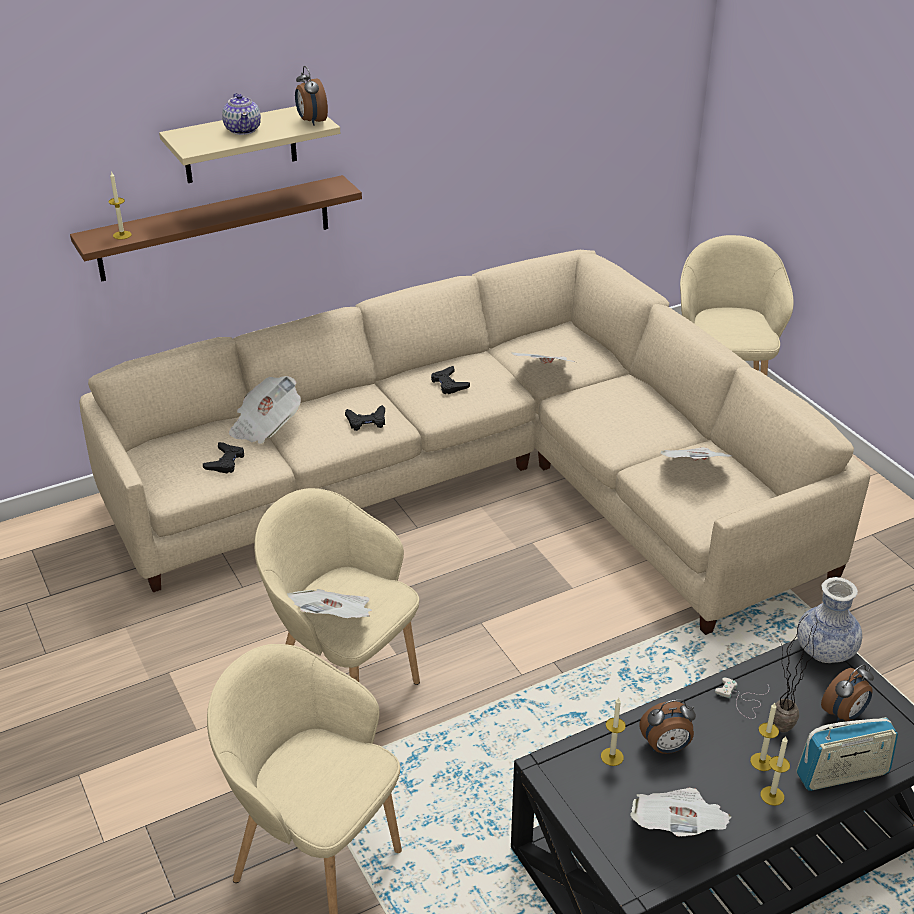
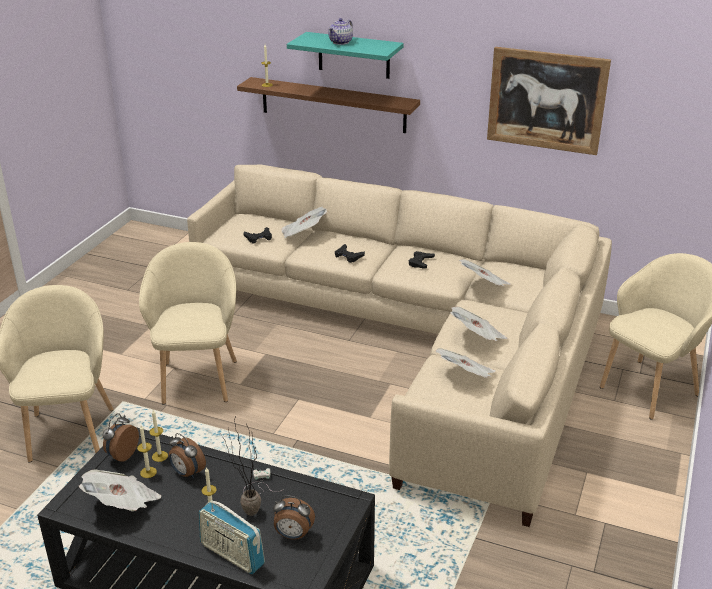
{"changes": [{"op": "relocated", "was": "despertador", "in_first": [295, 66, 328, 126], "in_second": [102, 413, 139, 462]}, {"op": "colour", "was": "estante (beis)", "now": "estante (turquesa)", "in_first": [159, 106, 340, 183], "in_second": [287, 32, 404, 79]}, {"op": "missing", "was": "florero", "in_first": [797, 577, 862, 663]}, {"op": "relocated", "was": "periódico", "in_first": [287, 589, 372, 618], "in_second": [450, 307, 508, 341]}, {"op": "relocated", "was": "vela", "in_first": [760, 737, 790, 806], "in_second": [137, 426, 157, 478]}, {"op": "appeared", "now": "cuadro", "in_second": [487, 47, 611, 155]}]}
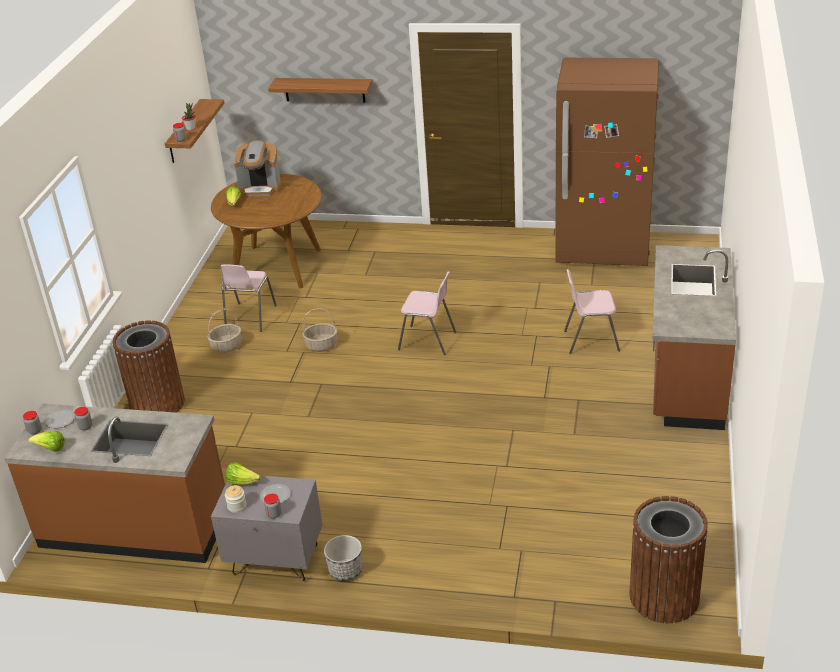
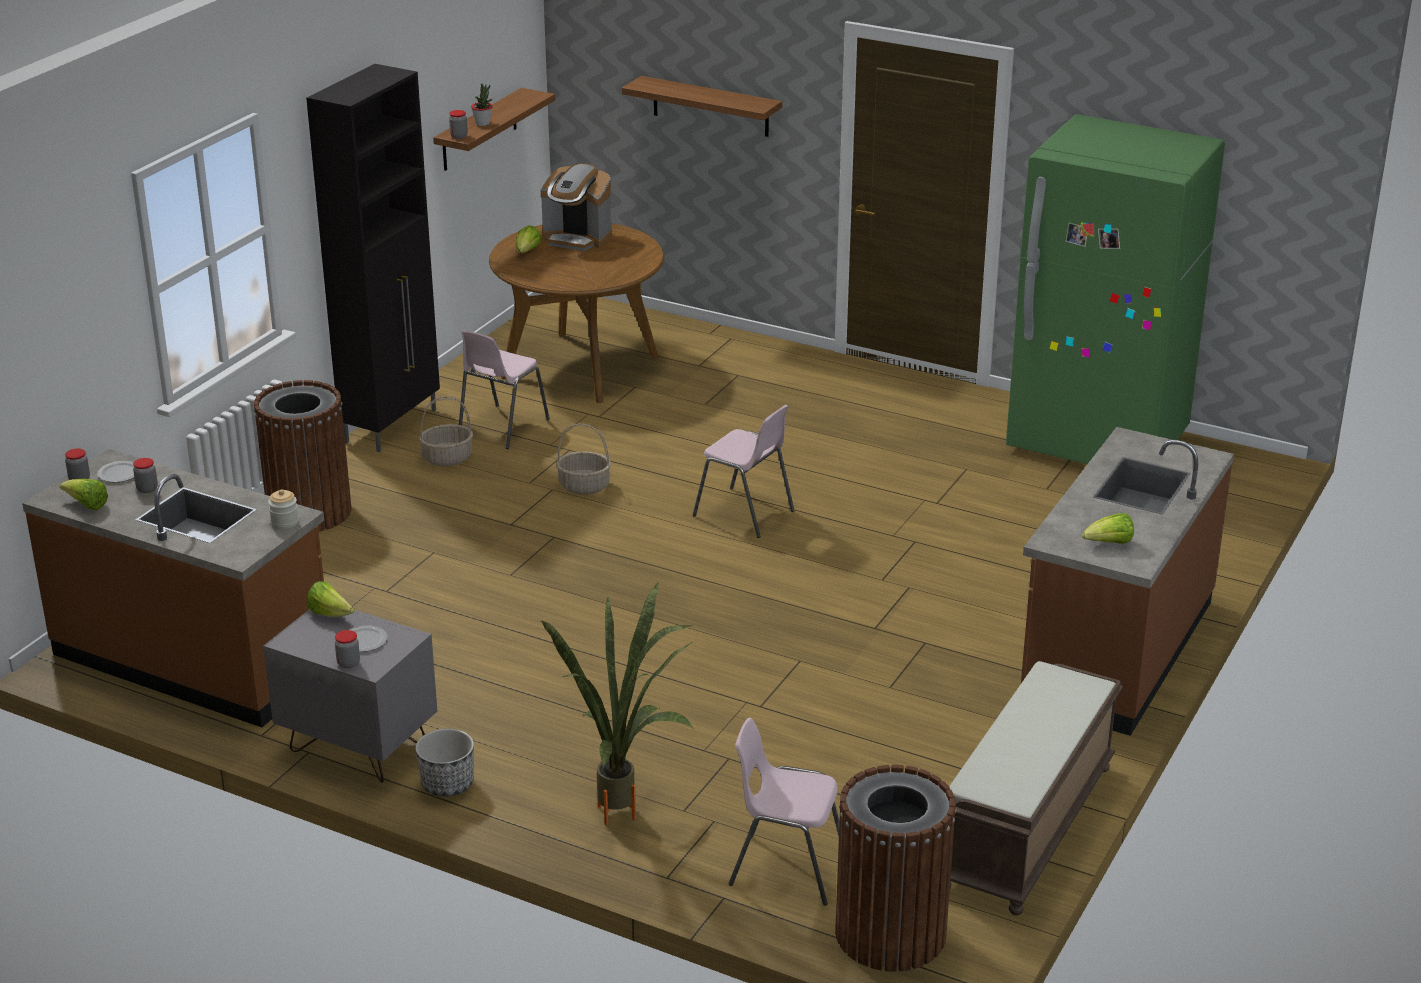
{"changes": [{"op": "colour", "was": "nevera (marrón)", "now": "nevera (verde)", "in_first": [555, 58, 659, 266], "in_second": [1006, 114, 1225, 464]}, {"op": "relocated", "was": "silla (rosa)", "in_first": [564, 269, 620, 354], "in_second": [729, 718, 840, 906]}, {"op": "relocated", "was": "tarro", "in_first": [225, 485, 246, 513], "in_second": [268, 490, 299, 529]}, {"op": "appeared", "now": "armario (negro)", "in_second": [306, 64, 440, 452]}, {"op": "appeared", "now": "lechuga", "in_second": [1082, 513, 1134, 544]}, {"op": "appeared", "now": "planta en maceta", "in_second": [541, 582, 694, 825]}, {"op": "appeared", "now": "banco (marrón)", "in_second": [949, 661, 1123, 916]}]}
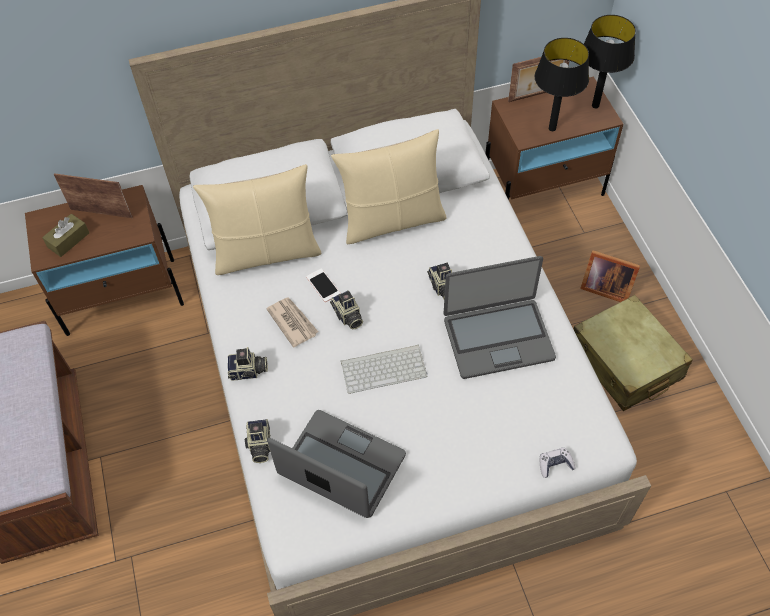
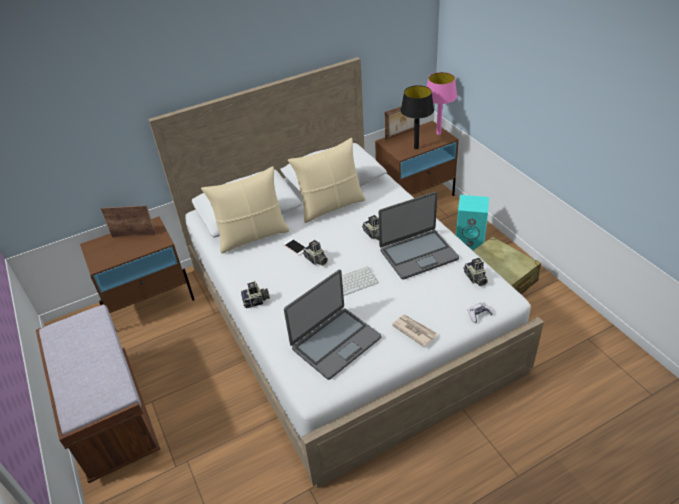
{"changes": [{"op": "colour", "was": "lámpara de mesa (negro)", "now": "lámpara de mesa (rosa)", "in_first": [584, 15, 636, 108], "in_second": [426, 72, 457, 135]}, {"op": "missing", "was": "caja de pañuelos (marrón)", "in_first": [42, 214, 89, 257]}, {"op": "exchanged", "was": "portarretratos", "now": "altavoz (turquesa)", "in_first": [580, 250, 640, 302], "in_second": [456, 195, 489, 251]}, {"op": "relocated", "was": "periódico", "in_first": [266, 297, 318, 347], "in_second": [392, 314, 437, 347]}, {"op": "spun", "was": "portátil", "in_first": [267, 410, 406, 518], "in_second": [284, 270, 381, 380], "clockwise": 120}, {"op": "relocated", "was": "cámara", "in_first": [245, 419, 270, 463], "in_second": [463, 258, 488, 286]}]}
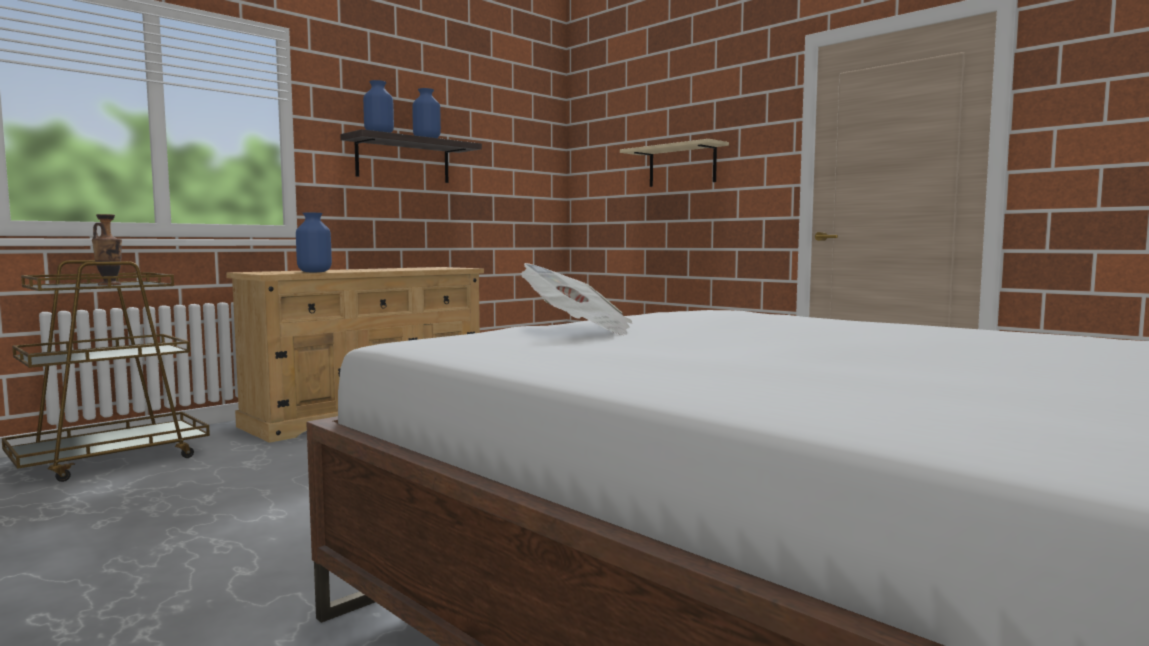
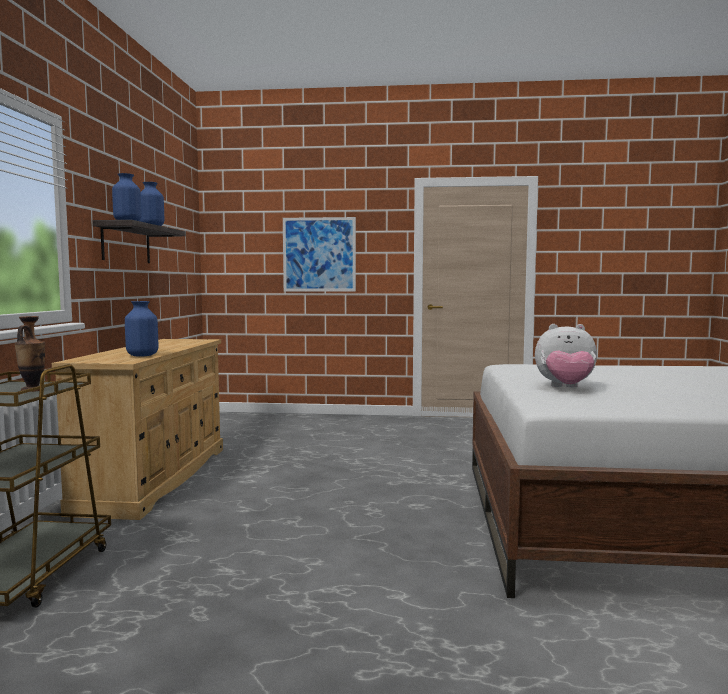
{"changes": [{"op": "exchanged", "was": "estante (beis)", "now": "cuadro", "in_first": [620, 139, 729, 187], "in_second": [283, 217, 356, 292]}, {"op": "exchanged", "was": "periódico", "now": "peluche", "in_first": [521, 263, 632, 335], "in_second": [535, 324, 597, 388]}]}
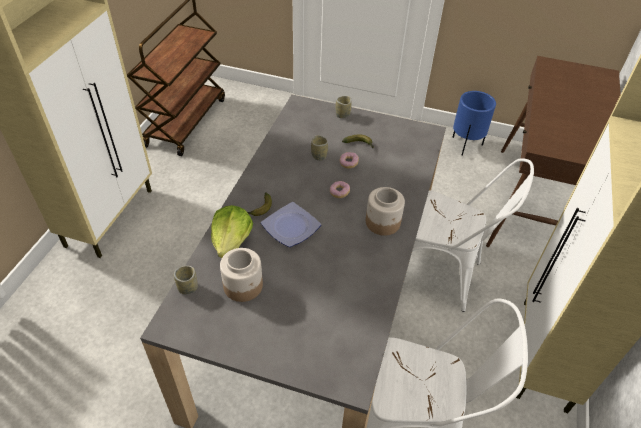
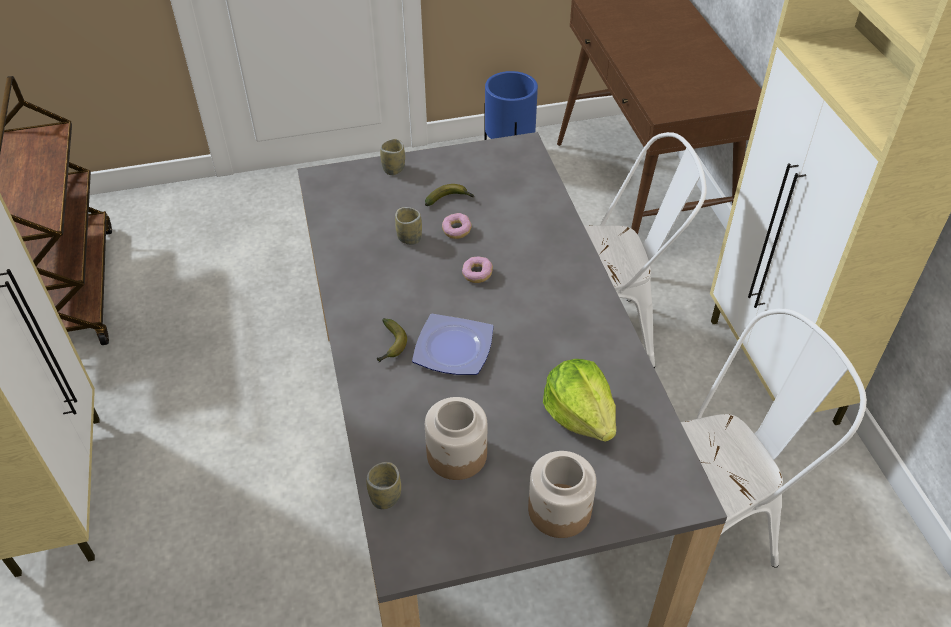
{"changes": [{"op": "relocated", "was": "tarro", "in_first": [366, 187, 405, 236], "in_second": [528, 451, 596, 538]}, {"op": "relocated", "was": "lechuga", "in_first": [211, 205, 253, 258], "in_second": [543, 359, 616, 442]}]}
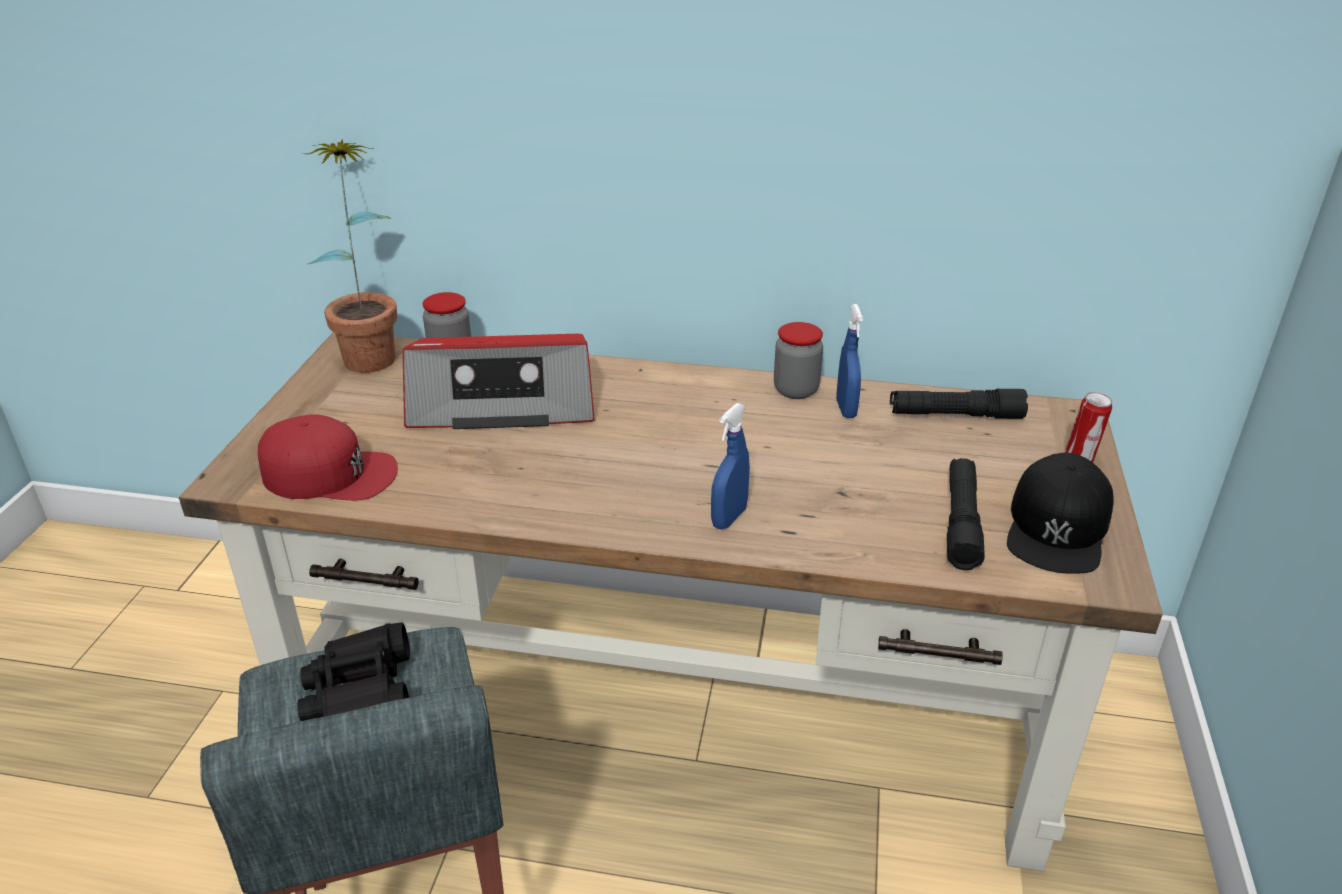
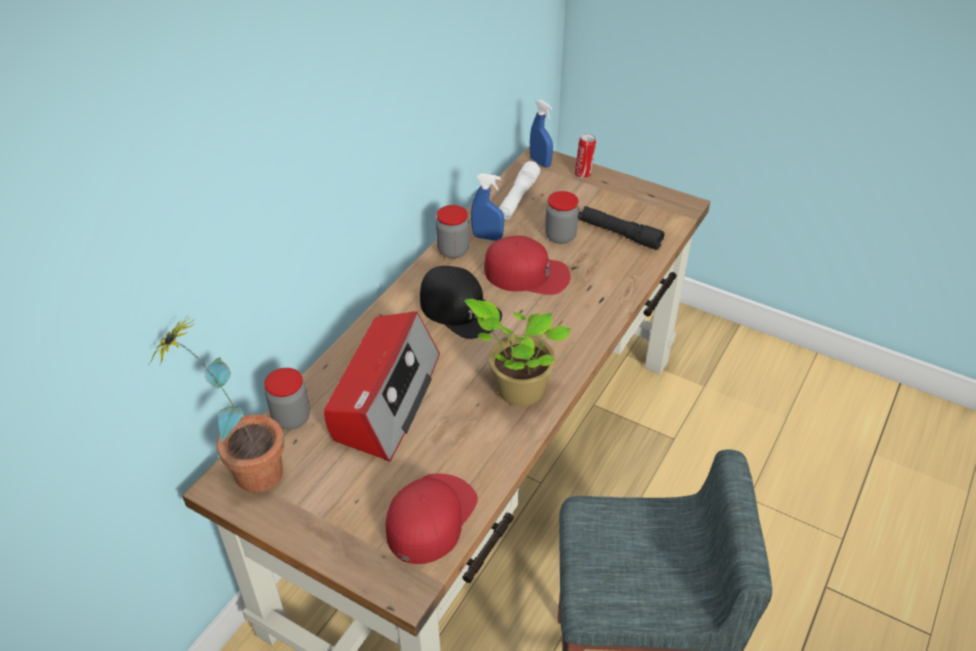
{"changes": [{"op": "colour", "was": "linterna (negro)", "now": "linterna (blanco)", "in_first": [890, 389, 1028, 419], "in_second": [499, 161, 541, 220]}, {"op": "relocated", "was": "pulverizador (azul)", "in_first": [711, 403, 750, 529], "in_second": [530, 99, 553, 168]}, {"op": "relocated", "was": "gorra (negro)", "in_first": [1007, 453, 1114, 574], "in_second": [420, 266, 502, 339]}, {"op": "missing", "was": "prismáticos (negro)", "in_first": [297, 622, 410, 721]}, {"op": "appeared", "now": "tarro", "in_second": [545, 191, 579, 244]}, {"op": "appeared", "now": "gorra (rojo)", "in_second": [484, 235, 571, 295]}, {"op": "appeared", "now": "planta en maceta", "in_second": [464, 299, 571, 406]}]}
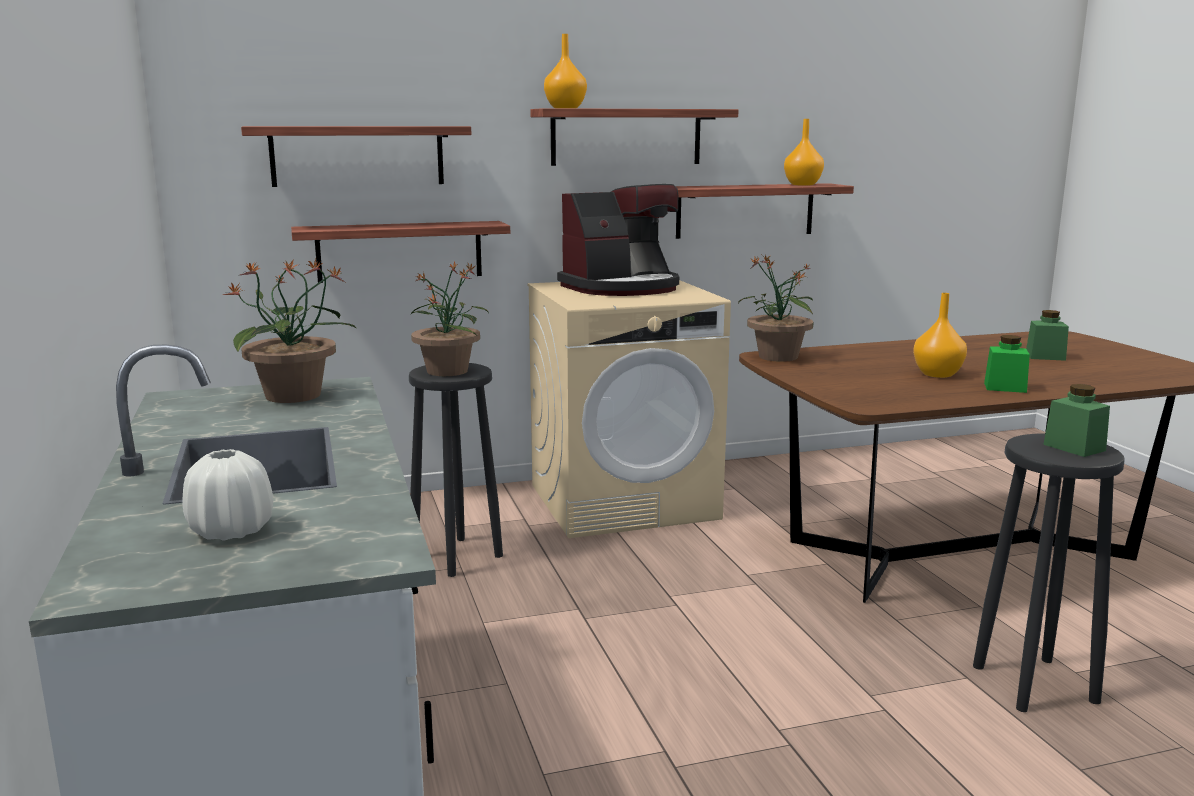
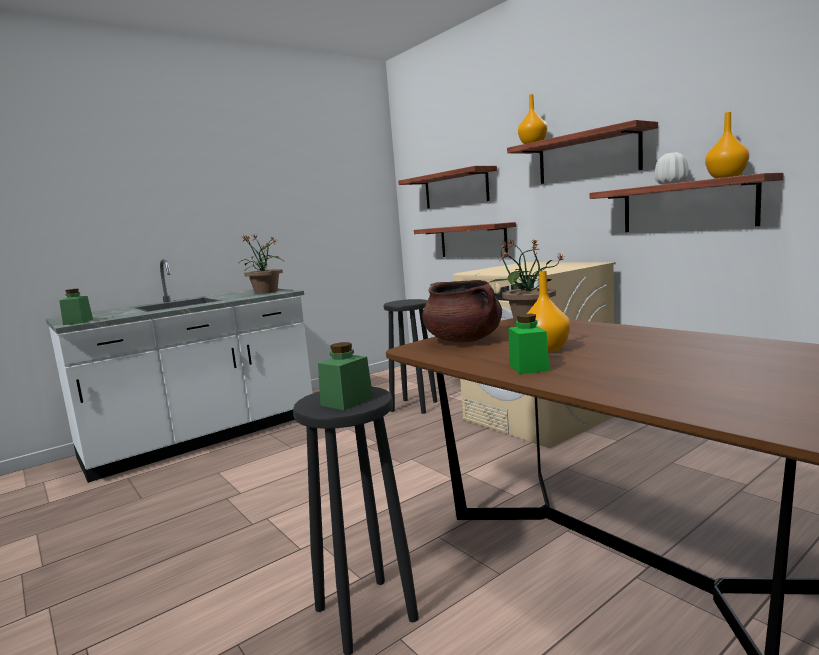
{"changes": [{"op": "missing", "was": "cafetera", "in_first": [557, 184, 679, 296]}, {"op": "missing", "was": "planta en maceta", "in_first": [411, 261, 489, 376]}, {"op": "relocated", "was": "tarro (verde)", "in_first": [1026, 310, 1069, 361], "in_second": [59, 289, 93, 325]}, {"op": "relocated", "was": "florero (blanco)", "in_first": [183, 449, 273, 541], "in_second": [654, 152, 689, 184]}, {"op": "appeared", "now": "olla (marrón)", "in_second": [422, 280, 502, 342]}]}
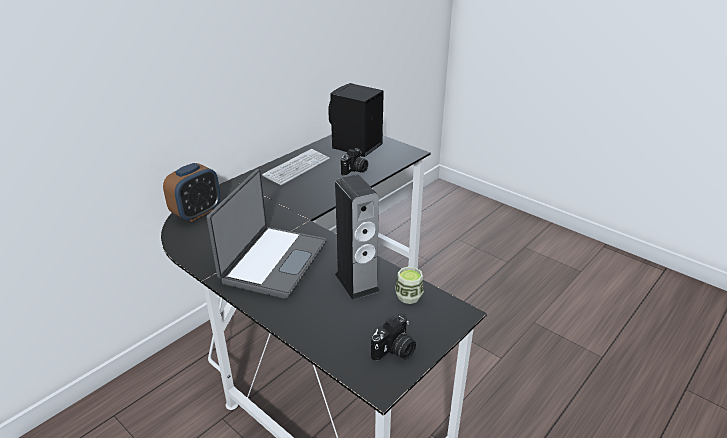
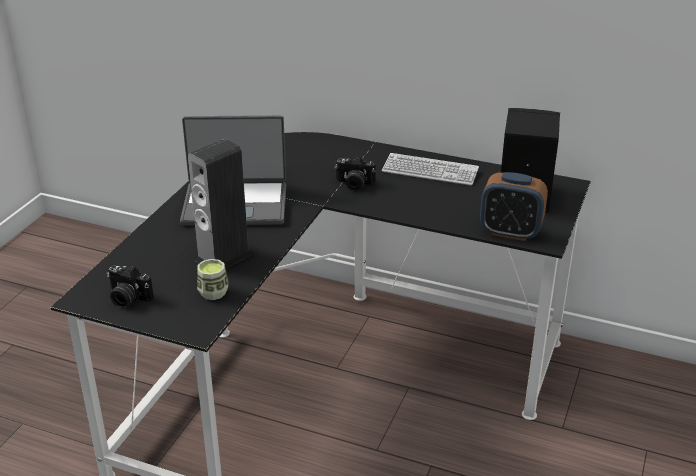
{"changes": [{"op": "relocated", "was": "cámara", "in_first": [341, 148, 368, 176], "in_second": [335, 156, 376, 191]}, {"op": "relocated", "was": "despertador", "in_first": [163, 163, 220, 222], "in_second": [480, 172, 548, 241]}]}
